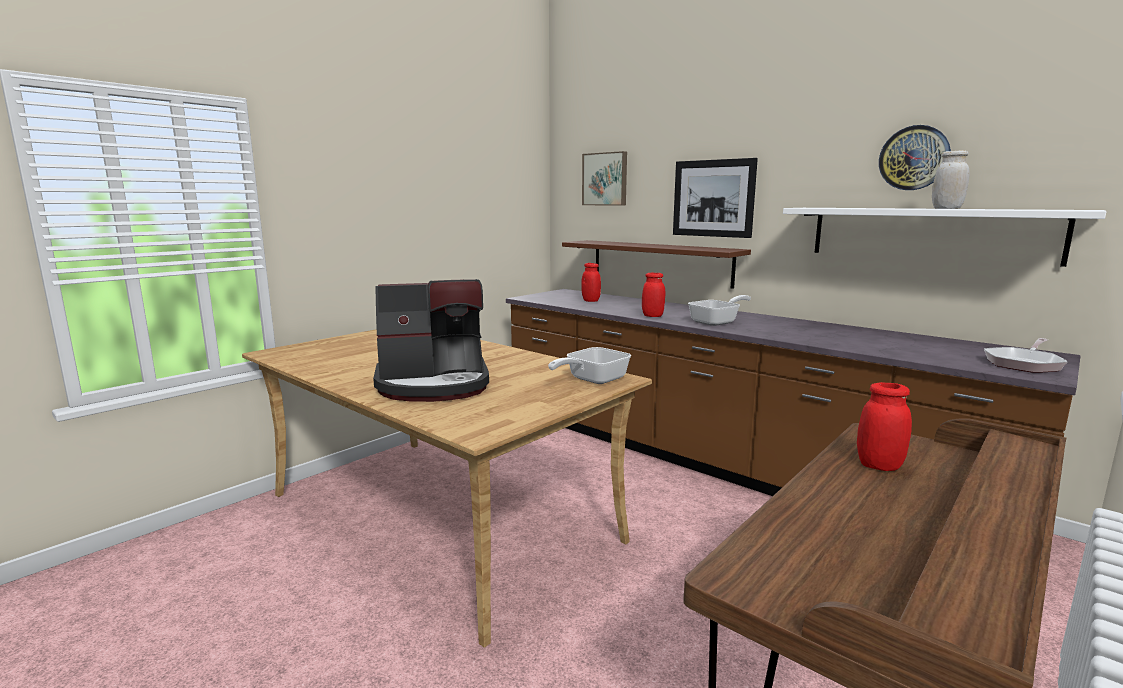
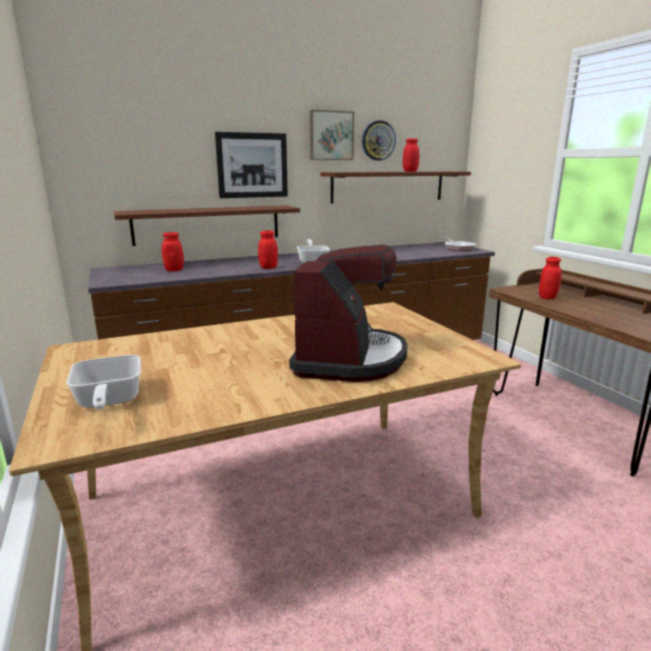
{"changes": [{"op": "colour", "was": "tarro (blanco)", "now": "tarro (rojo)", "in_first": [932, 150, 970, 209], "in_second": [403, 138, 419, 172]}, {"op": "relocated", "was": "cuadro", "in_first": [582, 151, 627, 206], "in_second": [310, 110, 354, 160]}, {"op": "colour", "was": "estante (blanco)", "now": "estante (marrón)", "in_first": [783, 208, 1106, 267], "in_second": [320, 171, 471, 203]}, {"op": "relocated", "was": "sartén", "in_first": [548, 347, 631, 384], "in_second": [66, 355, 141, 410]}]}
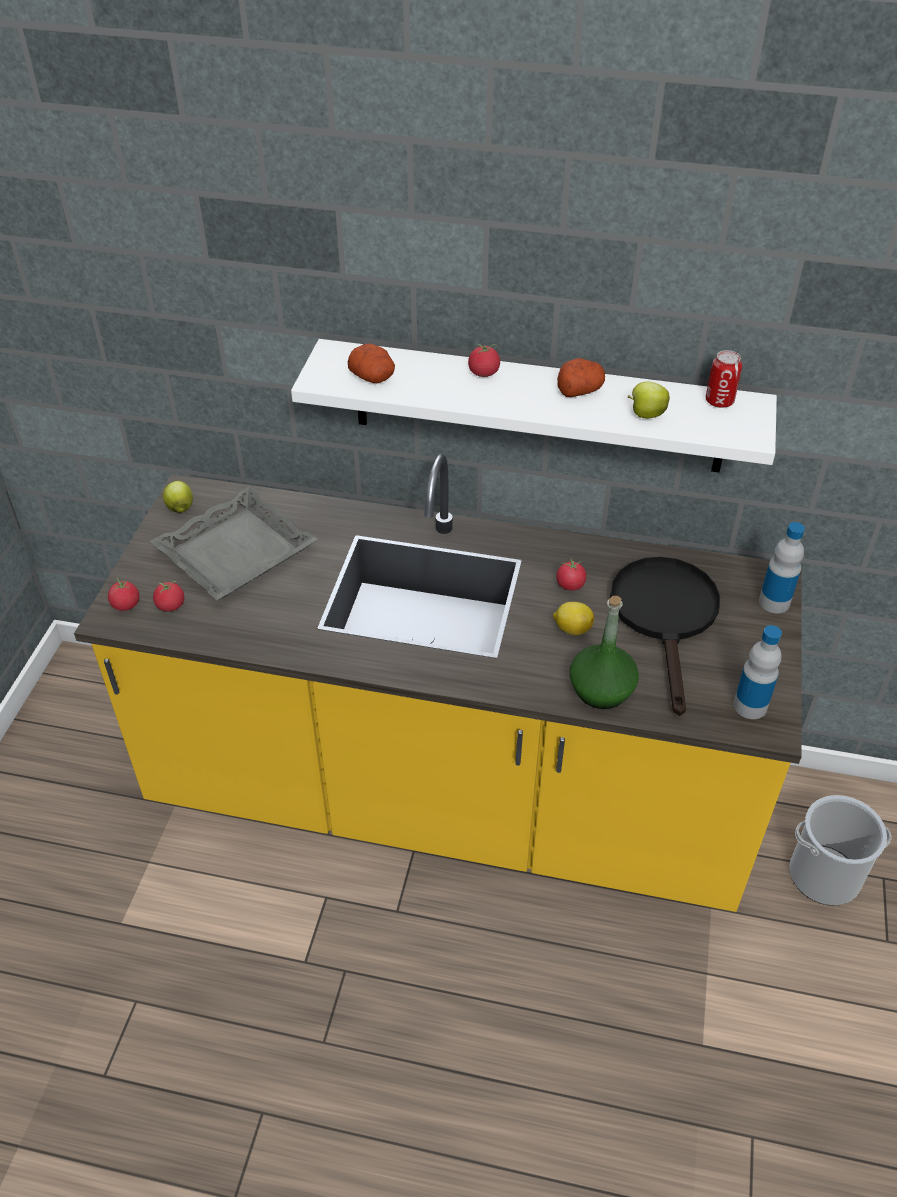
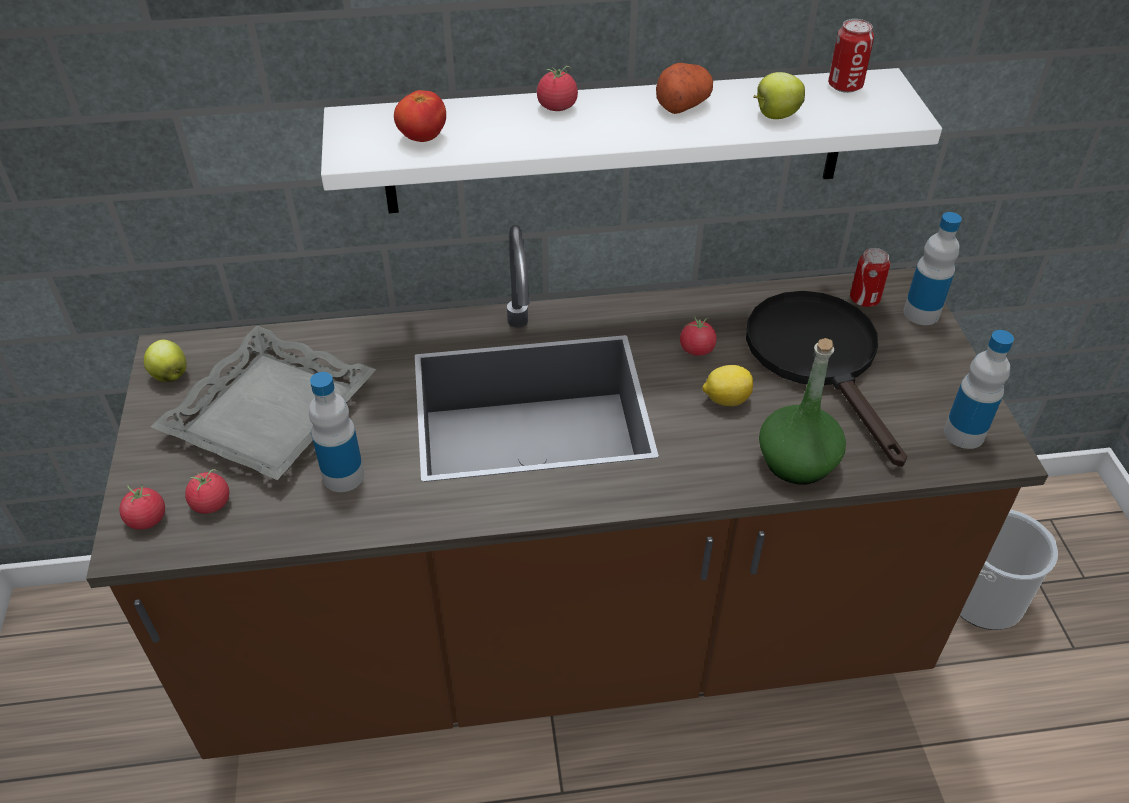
{"changes": [{"op": "exchanged", "was": "patata", "now": "tomate", "in_first": [348, 343, 395, 383], "in_second": [394, 90, 446, 142]}, {"op": "colour", "was": "mueble bajo de cocina (amarillo)", "now": "mueble bajo de cocina (marrón)", "in_first": [74, 454, 802, 912], "in_second": [86, 225, 1048, 759]}, {"op": "appeared", "now": "lata", "in_second": [850, 248, 890, 307]}, {"op": "appeared", "now": "botella", "in_second": [309, 372, 364, 492]}]}
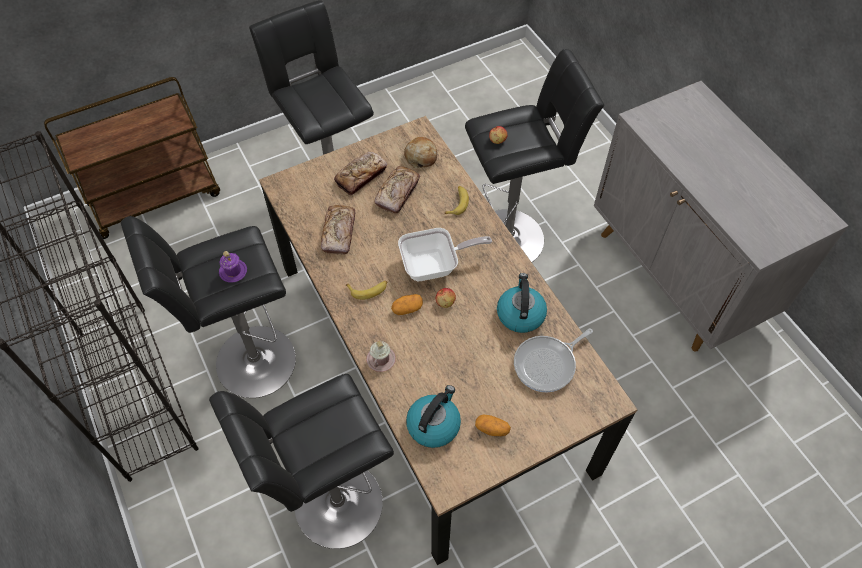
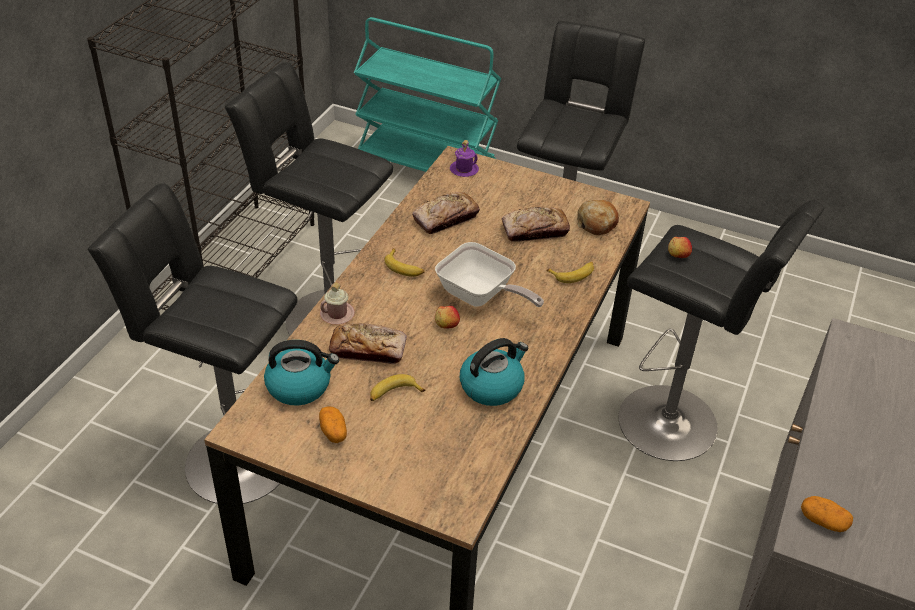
{"changes": [{"op": "colour", "was": "carrito (marrón)", "now": "carrito (turquesa)", "in_first": [44, 77, 220, 239], "in_second": [354, 17, 501, 172]}, {"op": "relocated", "was": "pan", "in_first": [334, 152, 387, 196], "in_second": [329, 323, 407, 364]}, {"op": "relocated", "was": "taza grande (morado)", "in_first": [219, 251, 247, 283], "in_second": [450, 140, 479, 177]}, {"op": "relocated", "was": "patata", "in_first": [391, 294, 423, 315], "in_second": [801, 496, 853, 532]}, {"op": "missing", "was": "sartén", "in_first": [514, 329, 593, 392]}, {"op": "appeared", "now": "plátano", "in_second": [370, 374, 425, 401]}]}
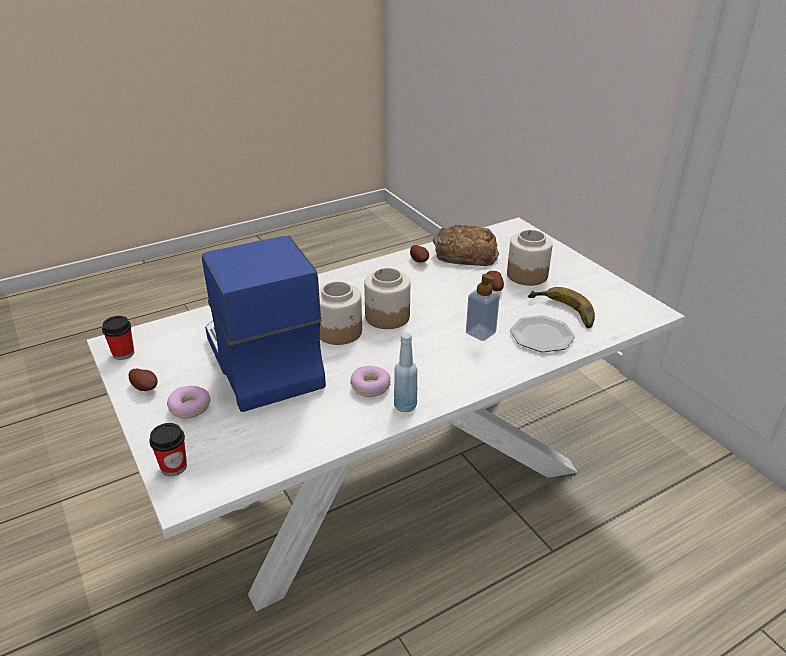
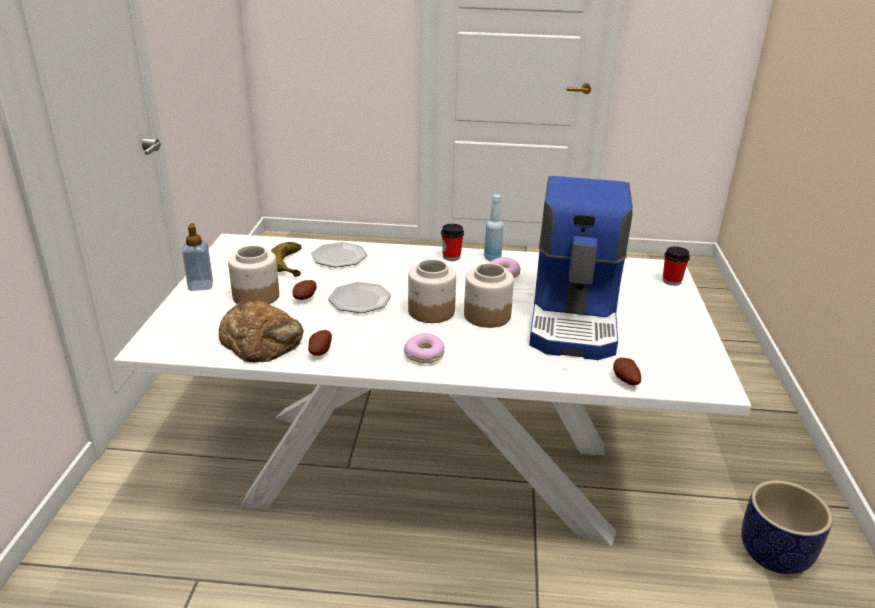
{"changes": [{"op": "relocated", "was": "dispensador de jabón", "in_first": [466, 274, 500, 341], "in_second": [182, 223, 213, 291]}, {"op": "relocated", "was": "taza", "in_first": [102, 316, 134, 360], "in_second": [441, 224, 464, 261]}, {"op": "relocated", "was": "patata", "in_first": [129, 369, 158, 391], "in_second": [613, 358, 641, 385]}, {"op": "relocated", "was": "rosquilla", "in_first": [167, 386, 210, 419], "in_second": [404, 333, 445, 363]}, {"op": "appeared", "now": "plato", "in_second": [328, 282, 391, 313]}, {"op": "appeared", "now": "maceta", "in_second": [741, 480, 833, 574]}]}
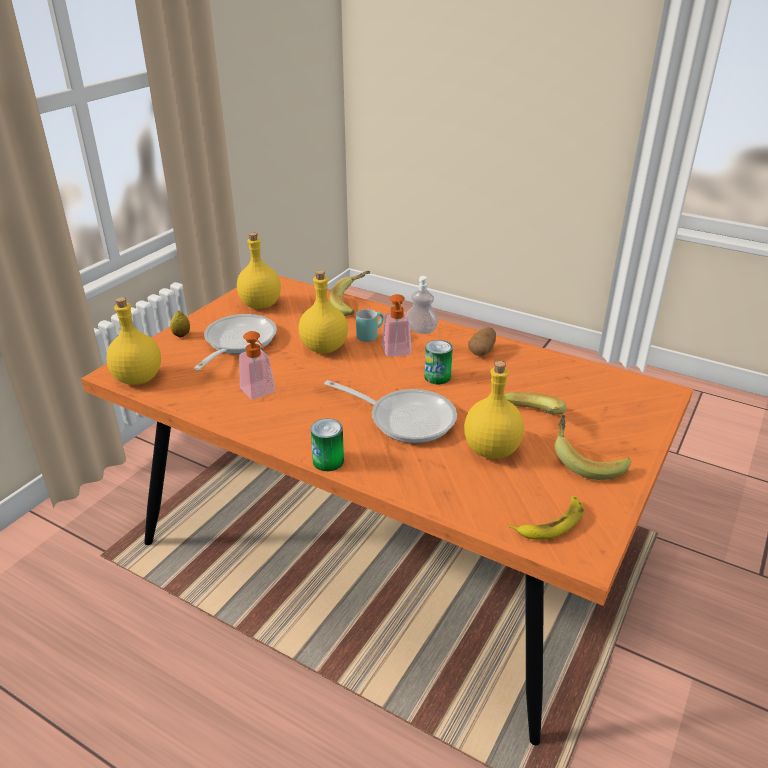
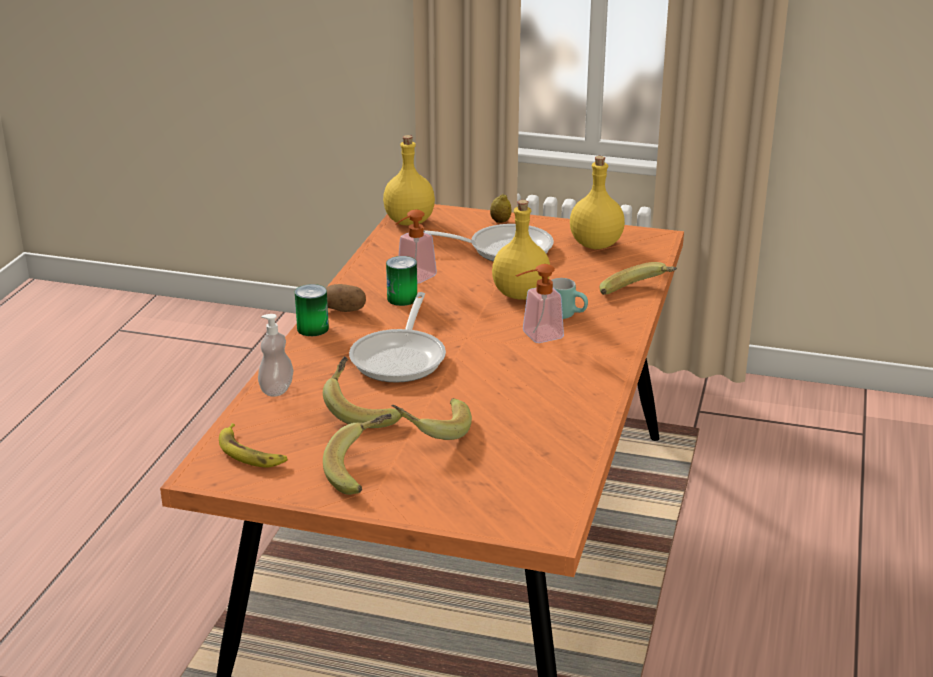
{"changes": [{"op": "relocated", "was": "dispensador de jabón", "in_first": [407, 276, 438, 334], "in_second": [258, 314, 294, 397]}, {"op": "relocated", "was": "patata", "in_first": [468, 327, 496, 356], "in_second": [326, 284, 366, 312]}, {"op": "relocated", "was": "lata", "in_first": [424, 340, 453, 384], "in_second": [386, 256, 417, 306]}, {"op": "exchanged", "was": "botella (amarillo)", "now": "plátano", "in_first": [464, 361, 524, 459], "in_second": [323, 357, 402, 428]}]}
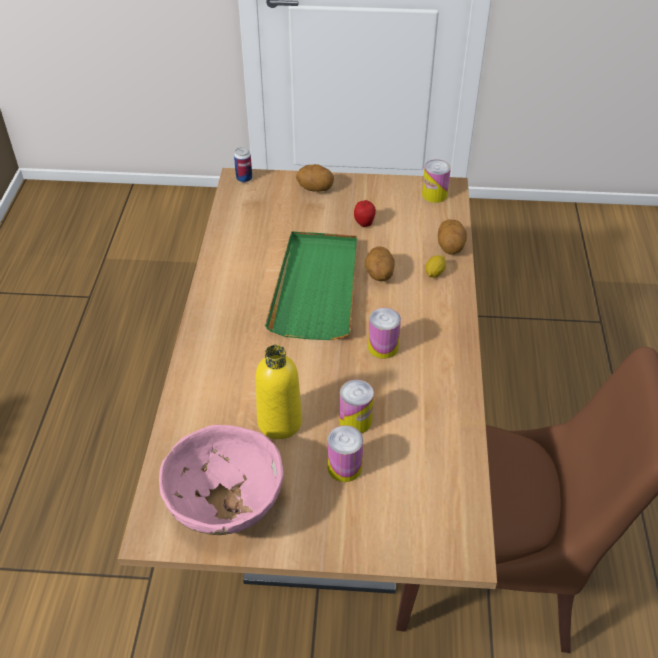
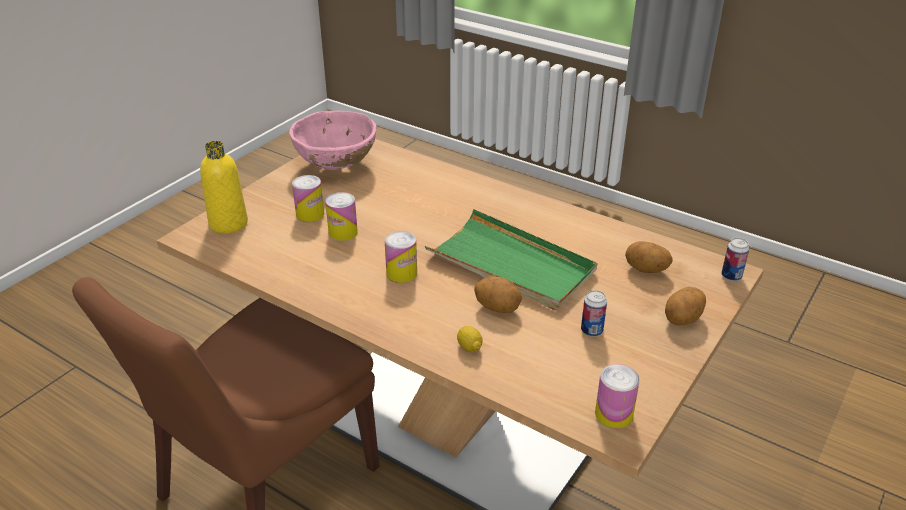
{"changes": [{"op": "exchanged", "was": "manzana", "now": "lata", "in_first": [354, 200, 376, 227], "in_second": [581, 290, 607, 337]}, {"op": "relocated", "was": "patata", "in_first": [438, 219, 467, 254], "in_second": [625, 241, 673, 273]}, {"op": "relocated", "was": "botella (amarillo)", "in_first": [255, 345, 302, 439], "in_second": [200, 141, 248, 234]}]}
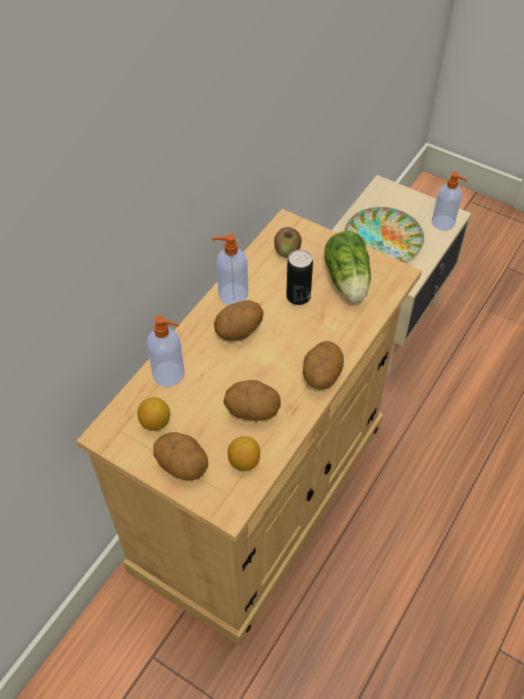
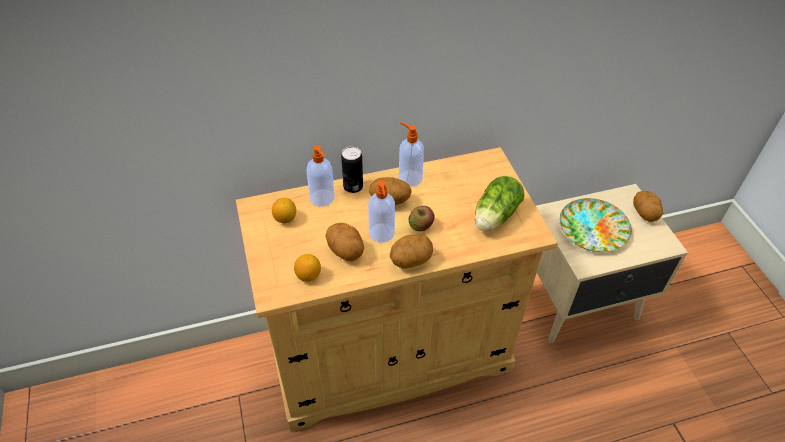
{"changes": [{"op": "relocated", "was": "dispensador de jabón", "in_first": [432, 172, 468, 231], "in_second": [368, 180, 395, 243]}, {"op": "relocated", "was": "manzana", "in_first": [274, 227, 301, 258], "in_second": [409, 206, 435, 231]}, {"op": "relocated", "was": "lata", "in_first": [286, 250, 313, 305], "in_second": [341, 146, 363, 193]}, {"op": "relocated", "was": "patata", "in_first": [153, 432, 208, 480], "in_second": [633, 191, 663, 222]}]}
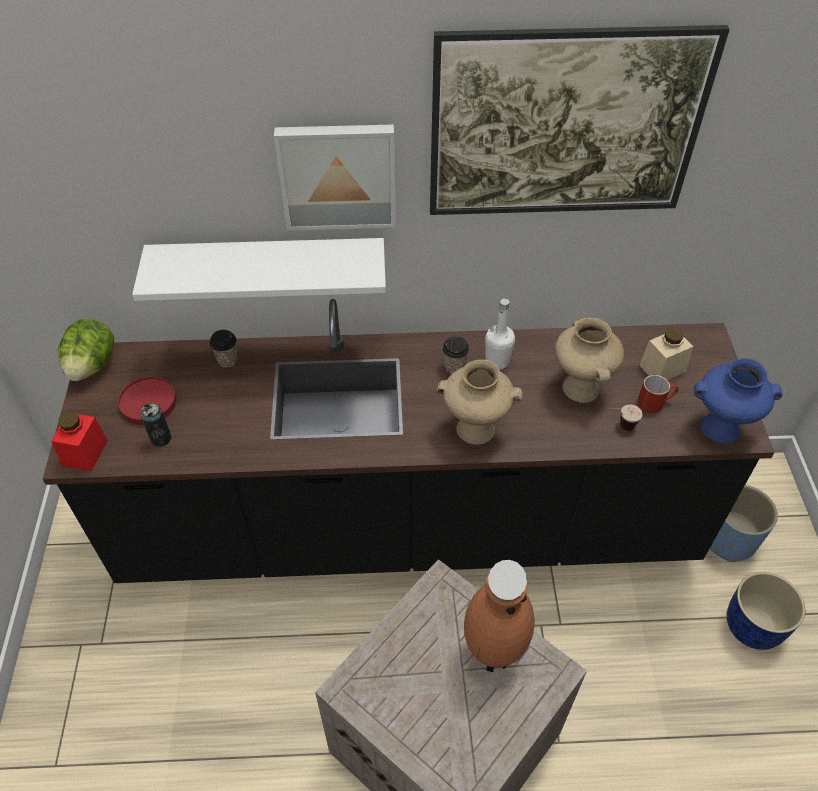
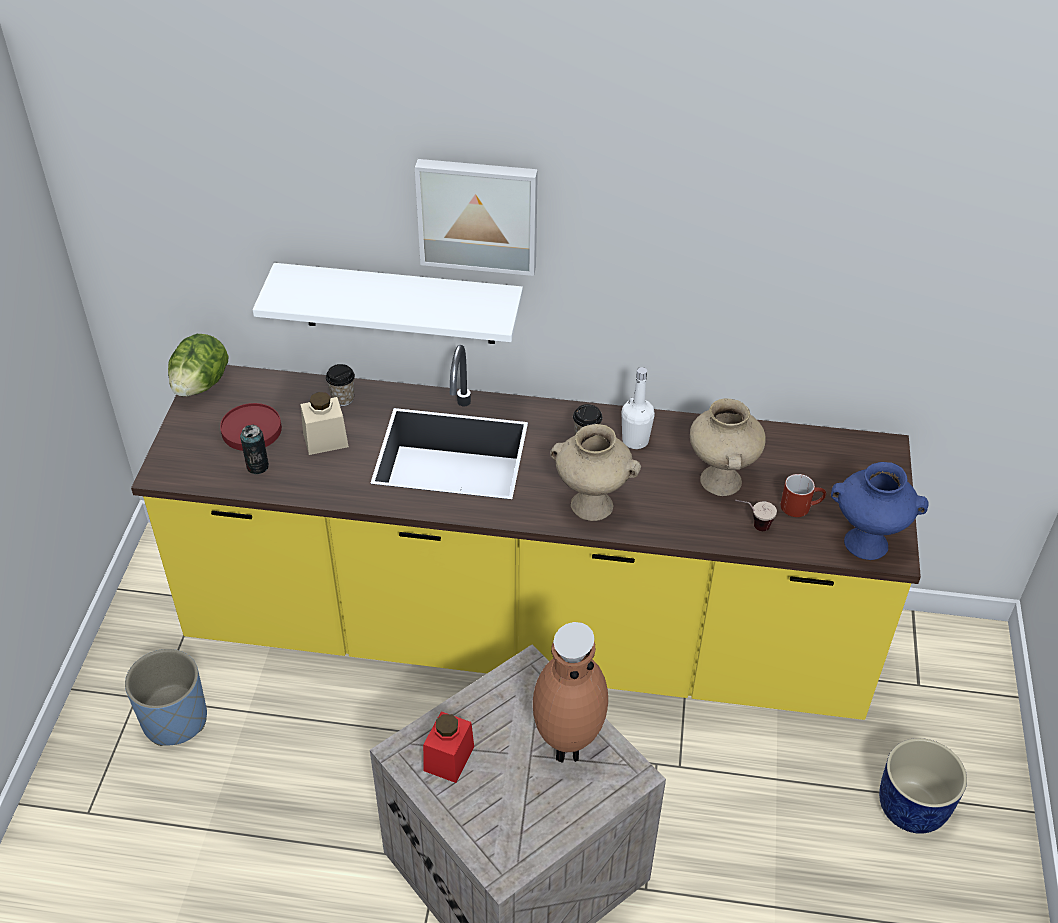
{"changes": [{"op": "missing", "was": "cuadro", "in_first": [430, 25, 730, 215]}, {"op": "colour", "was": "mueble bajo de cocina (negro)", "now": "mueble bajo de cocina (amarillo)", "in_first": [43, 299, 775, 583], "in_second": [131, 345, 921, 720]}, {"op": "relocated", "was": "tarro (beis)", "in_first": [639, 327, 694, 380], "in_second": [300, 392, 349, 455]}, {"op": "relocated", "was": "tarro (rojo)", "in_first": [51, 412, 108, 471], "in_second": [423, 711, 474, 783]}, {"op": "relocated", "was": "maceta (azul)", "in_first": [710, 485, 778, 562], "in_second": [125, 649, 207, 746]}]}
